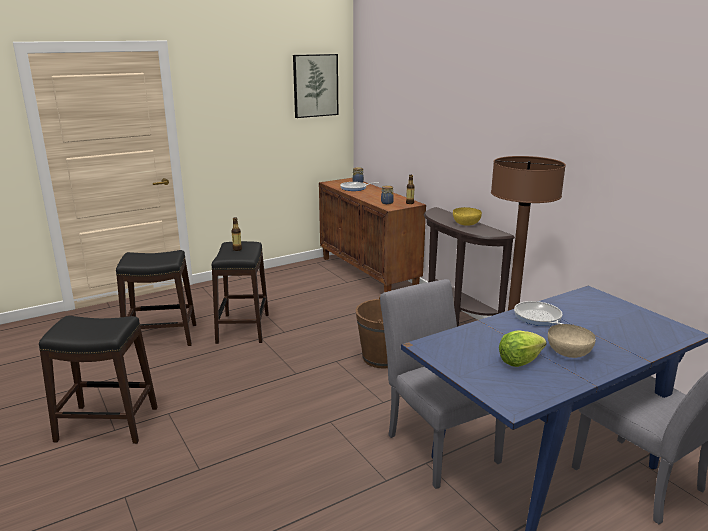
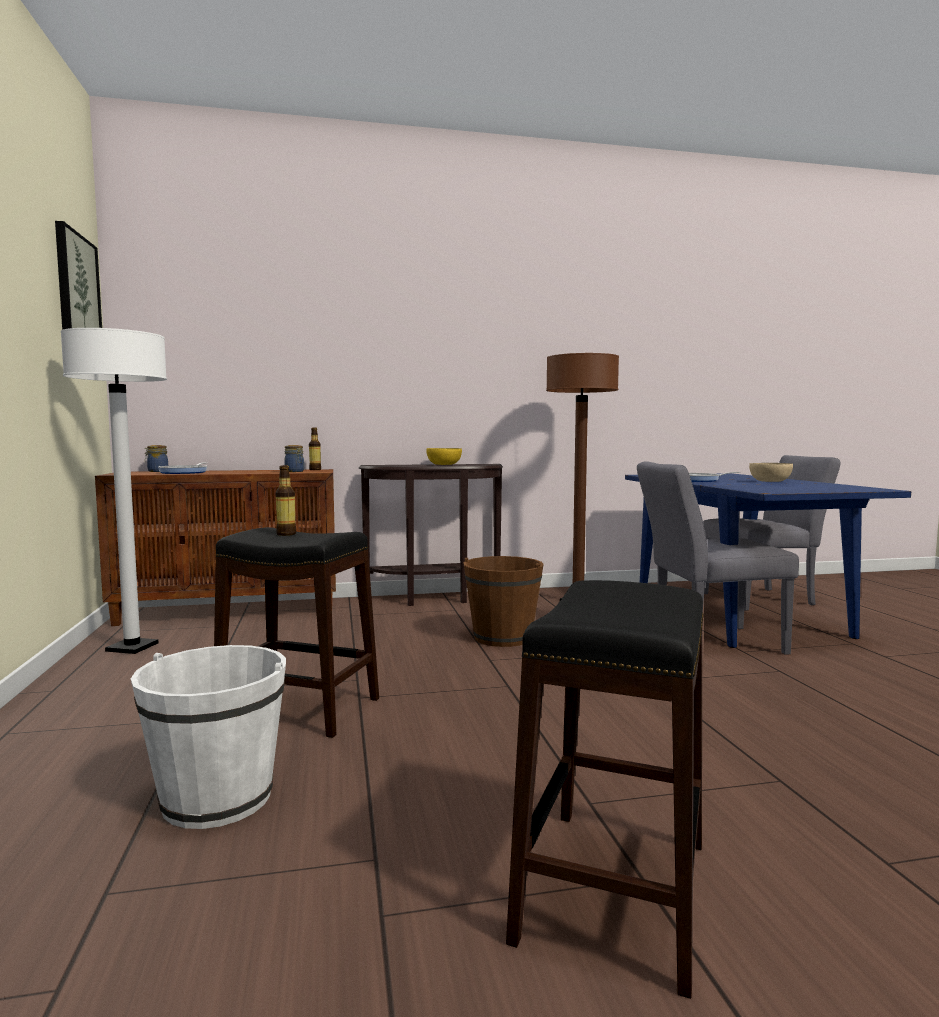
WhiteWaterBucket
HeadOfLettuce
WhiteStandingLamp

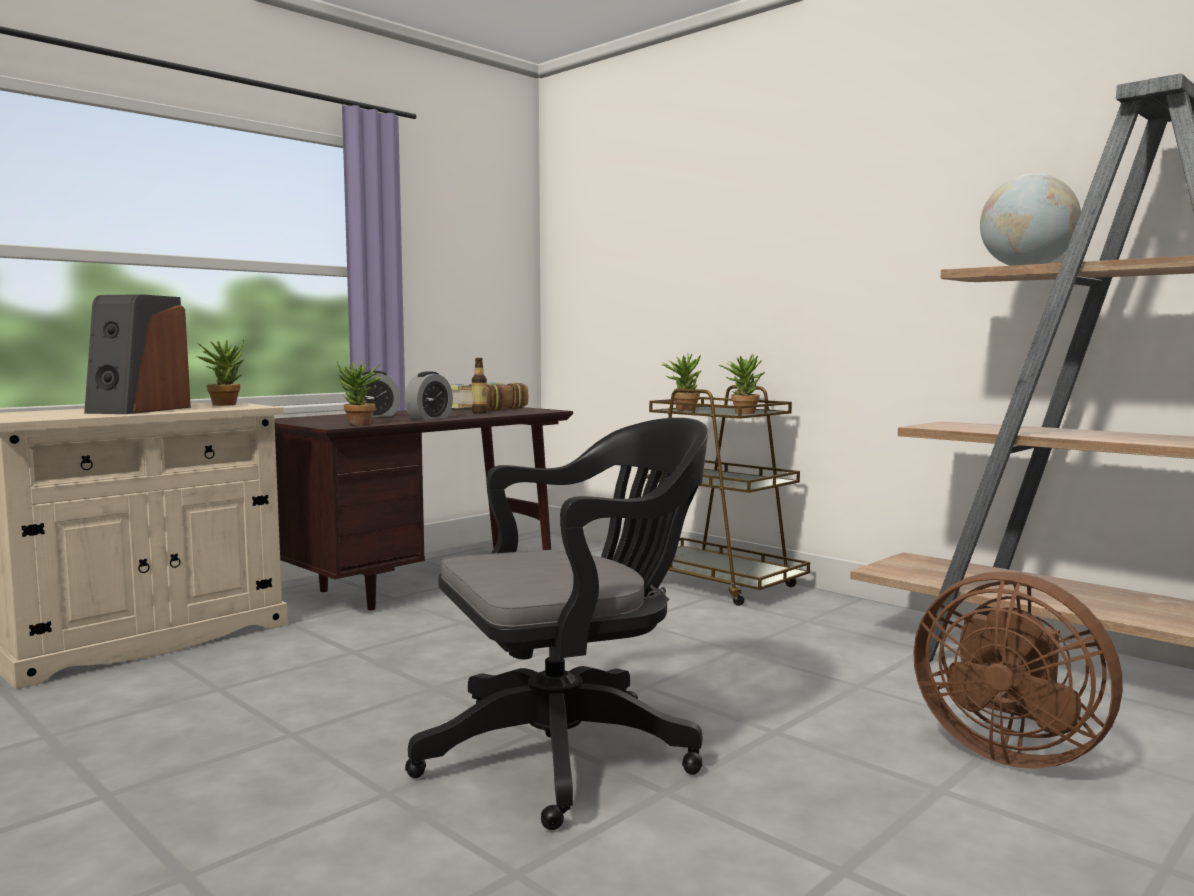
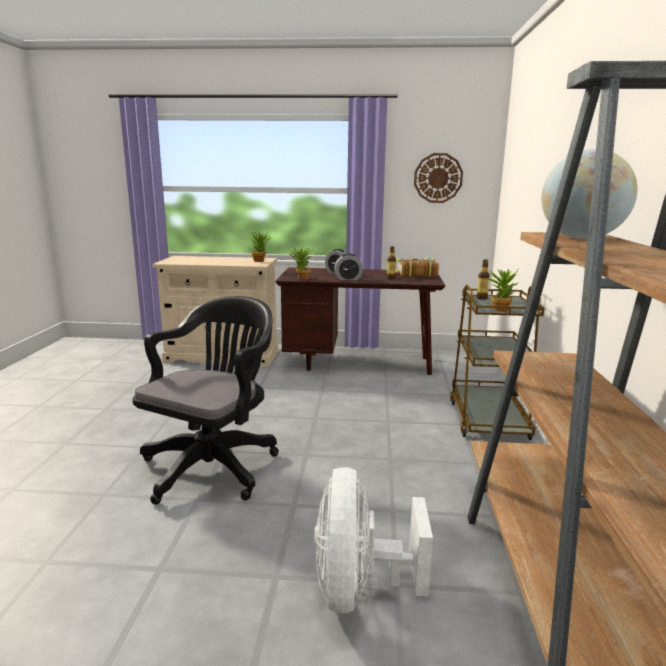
AudioSpeaker
Bottle (no. 2 from left)
BlackishOfficeChair
WhiteFan
WallClock

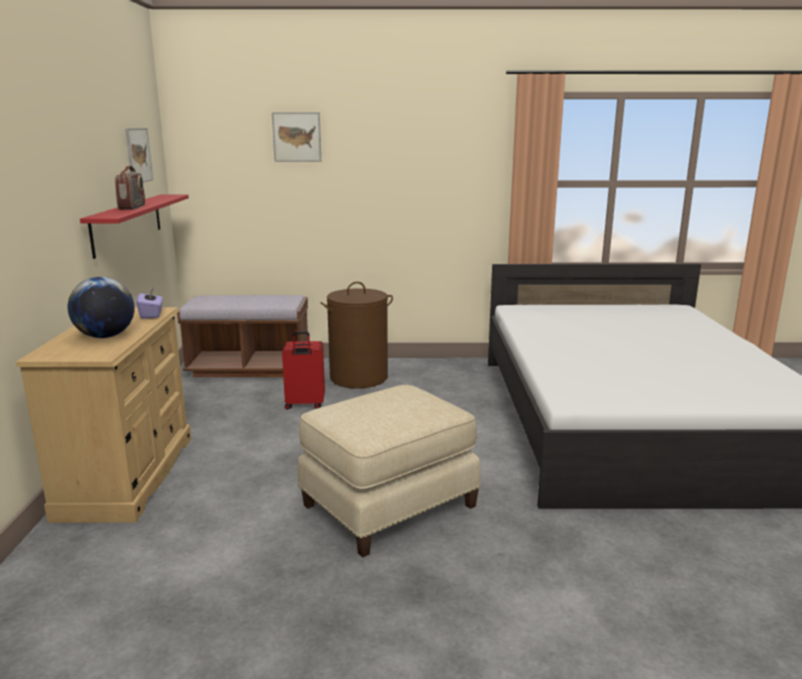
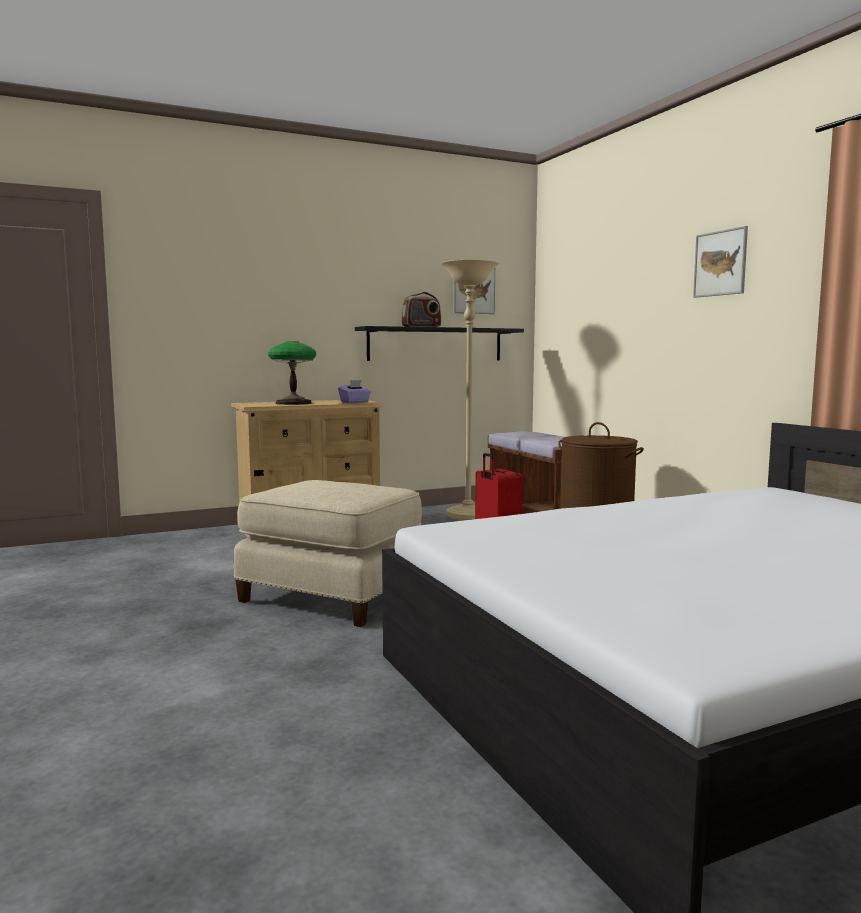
Picture (no. 2 from left)
BlackishBracketShelf
LampForATable
BeigeStandingLamp

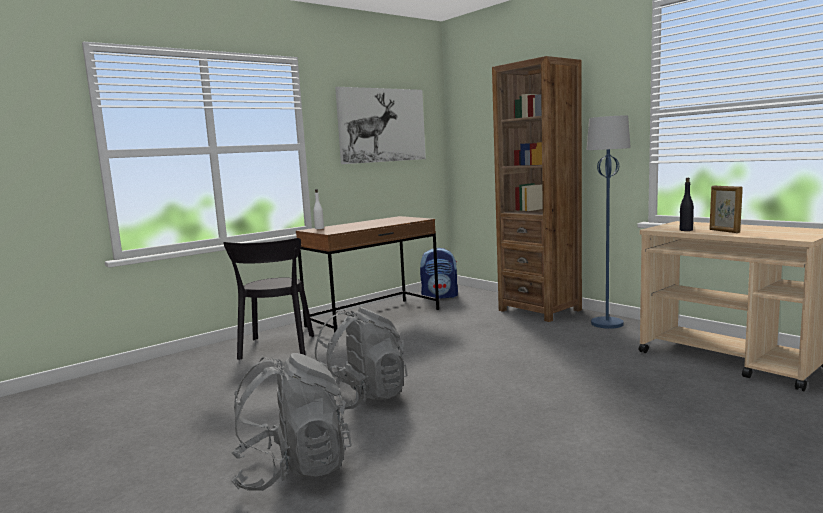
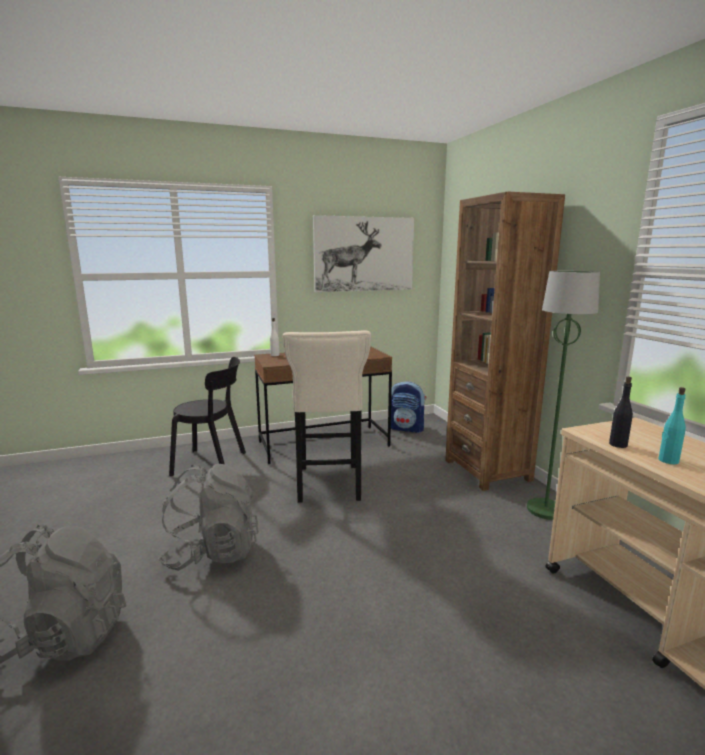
GreenColouredStandingLamp
TurquoiseBottle
BlackishPlainChair
BeigeStool

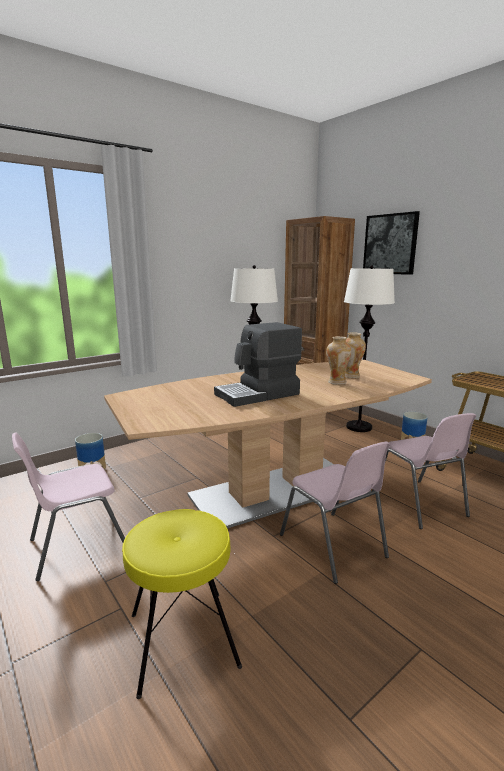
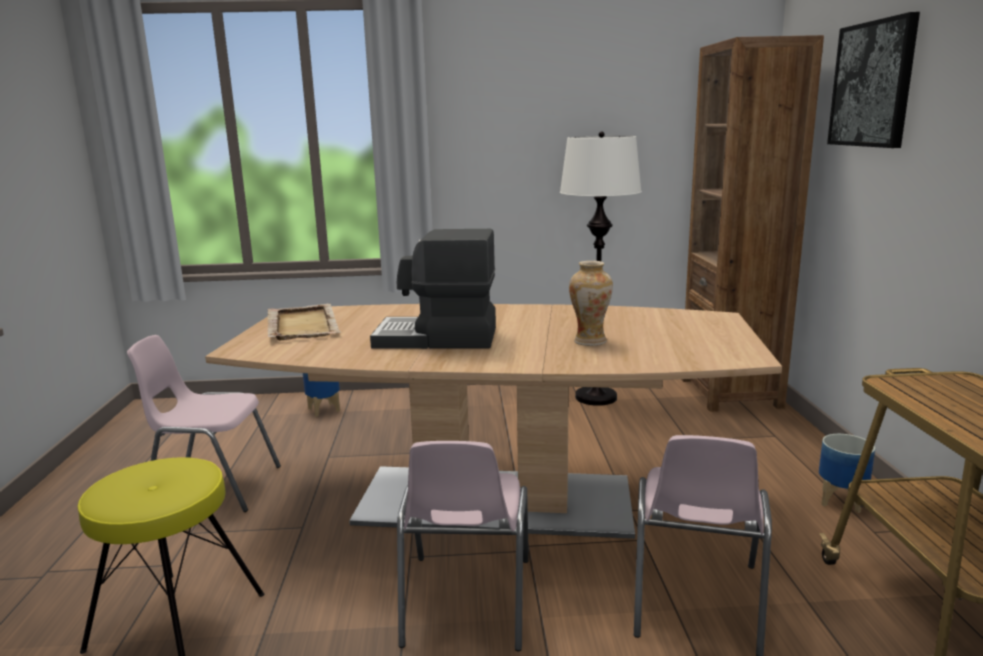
WhiteStandingLamp (no. 2 from left in the first image)
Vase (no. 2 from left in the first image)
BeigeCarryingTray

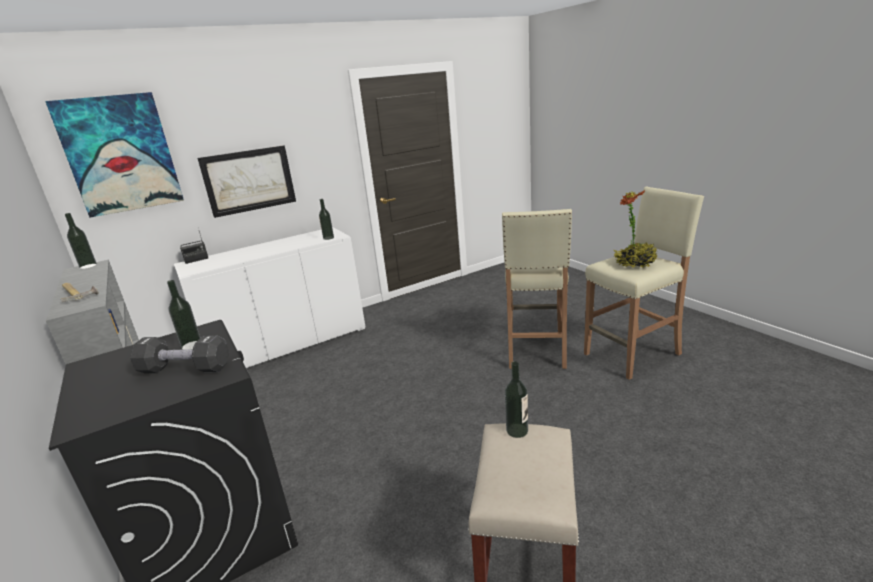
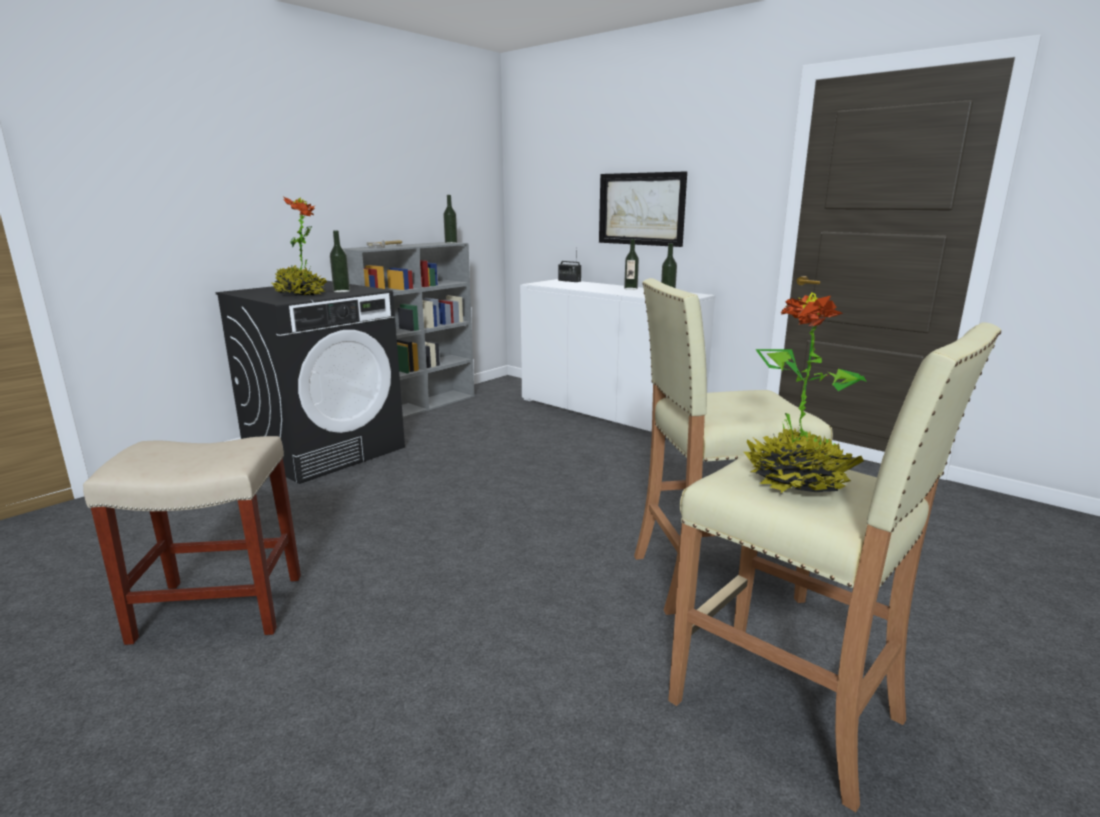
Picture (no. 1 from left in the first image)
Houseplant (no. 1 from left)
Bottle (no. 3 from left)

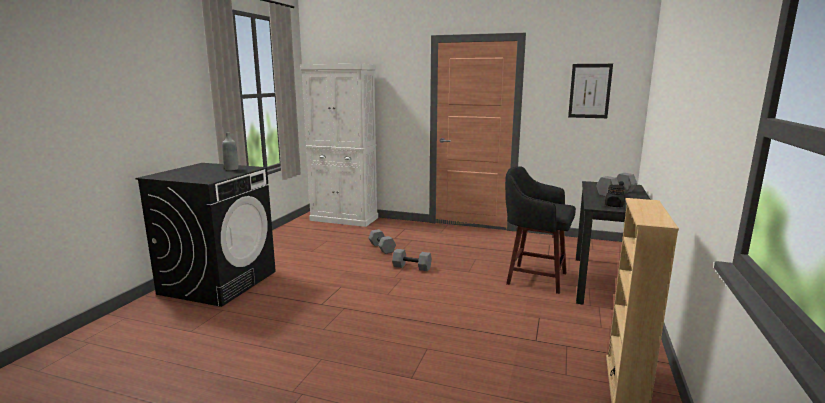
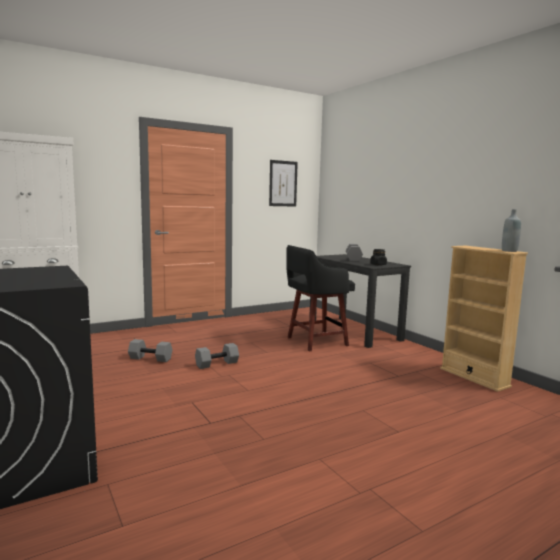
GreyishBottle

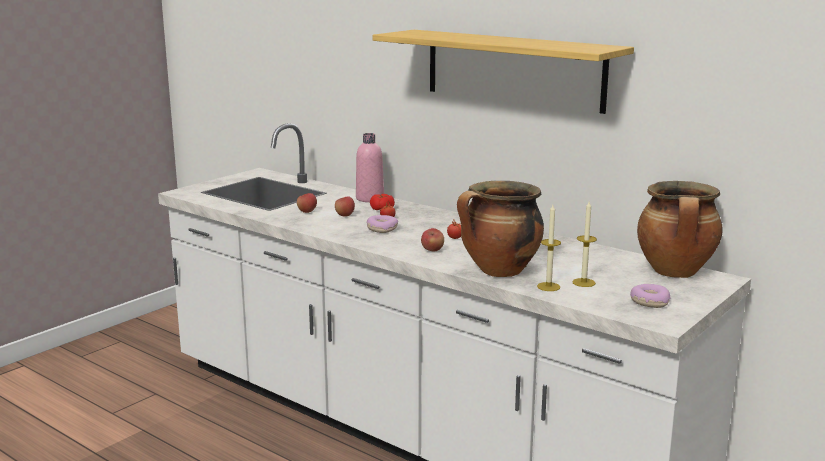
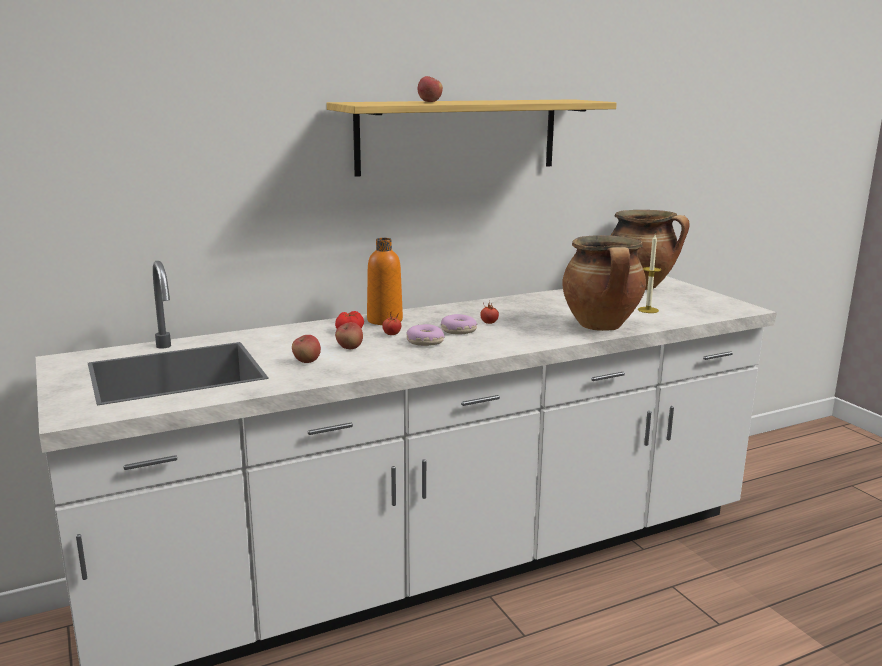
PinkBottle
Candle (no. 1 from left in the first image)
Apple (no. 3 from left)
Donut (no. 2 from left)
OrangeColouredBottle

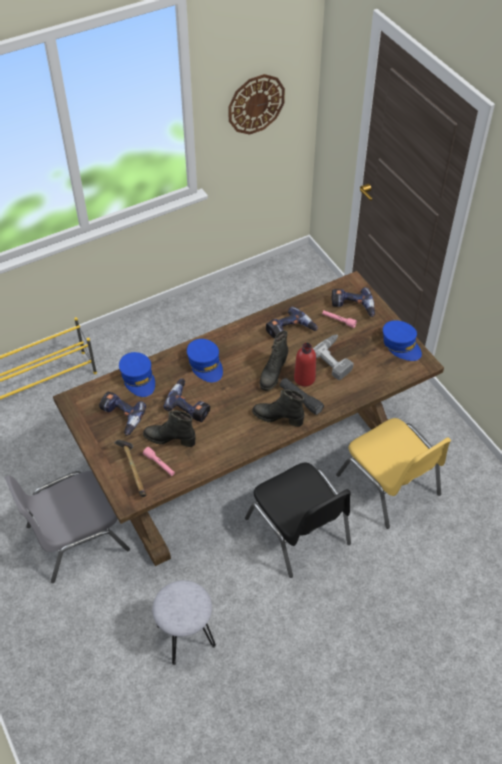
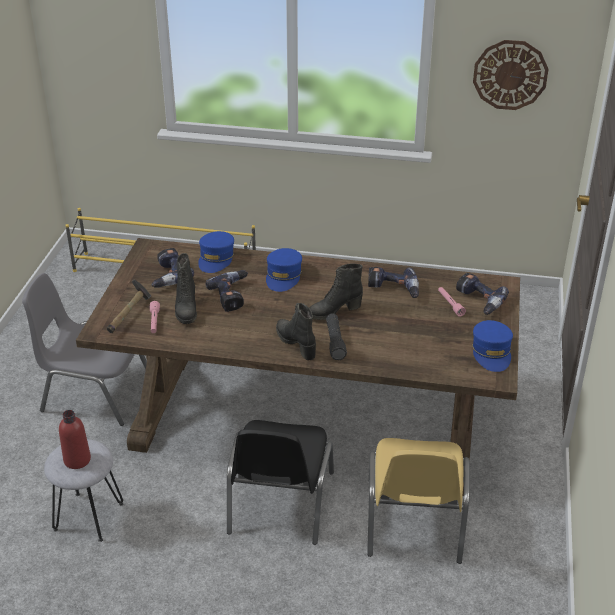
PowerDrill (no. 4 from left in the first image)
RedBottle
BlackishHighTopBoot (no. 1 from left)

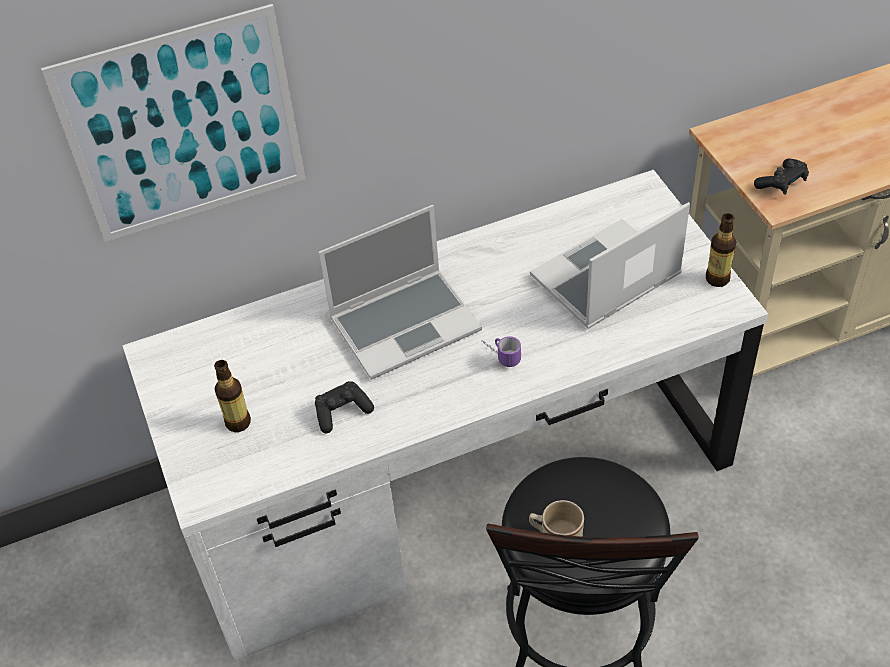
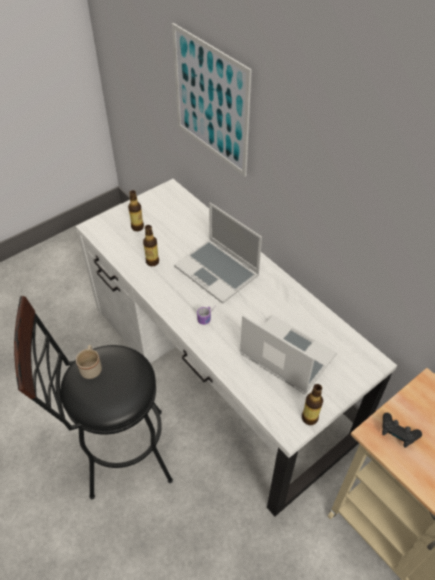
Bottle (no. 2 from left)

